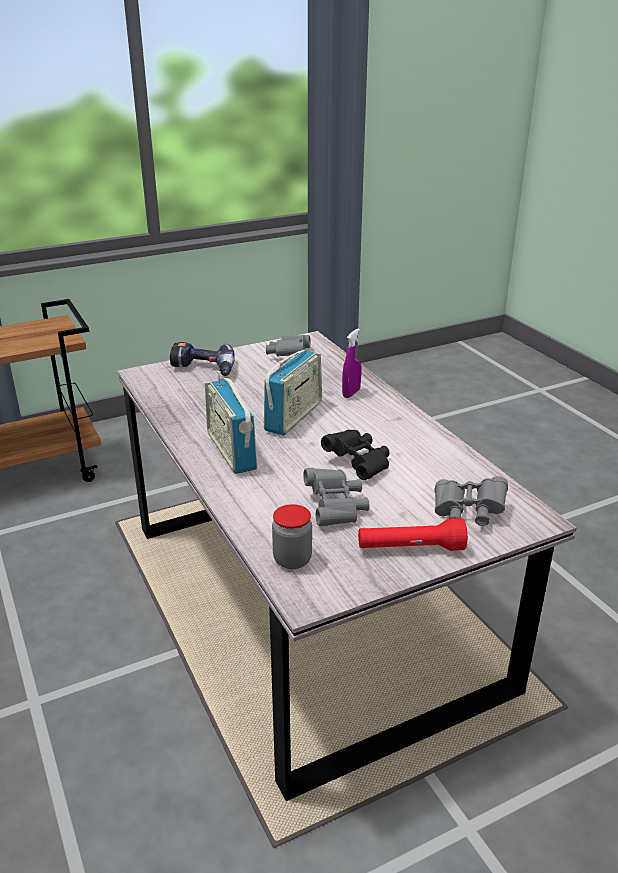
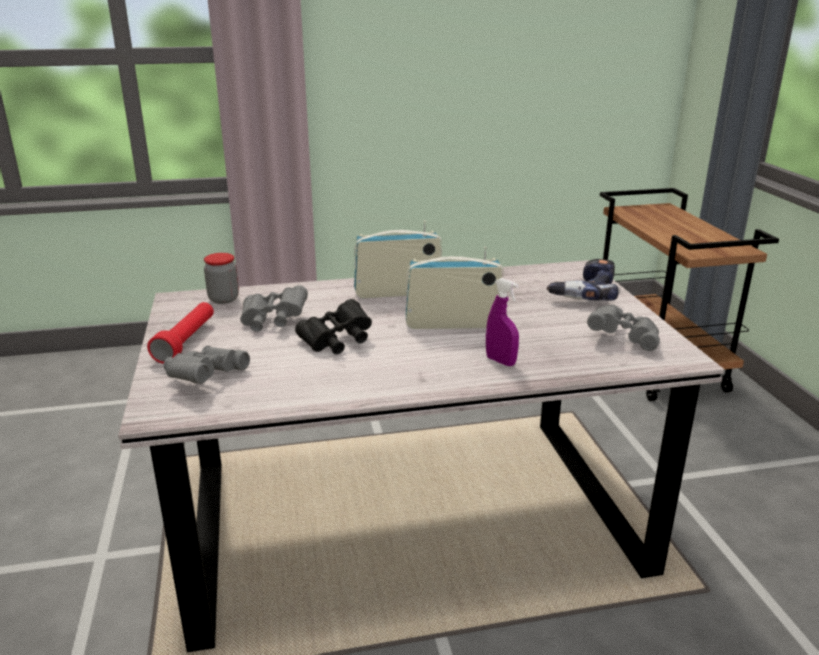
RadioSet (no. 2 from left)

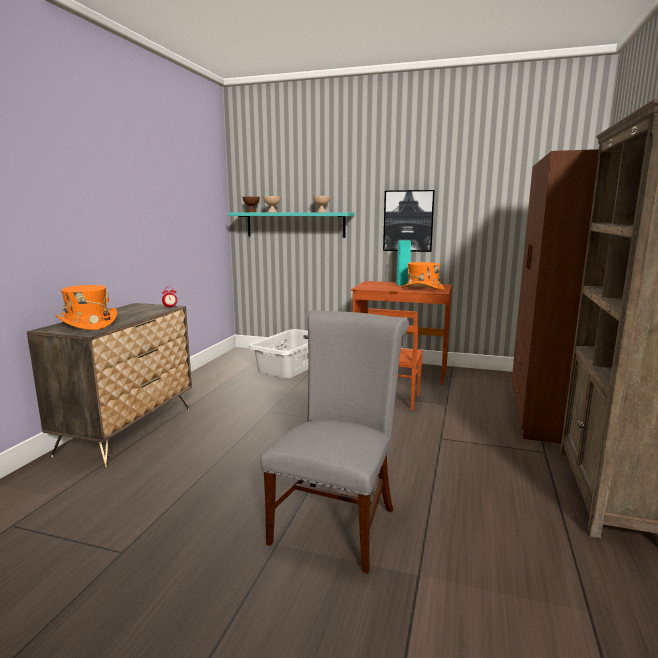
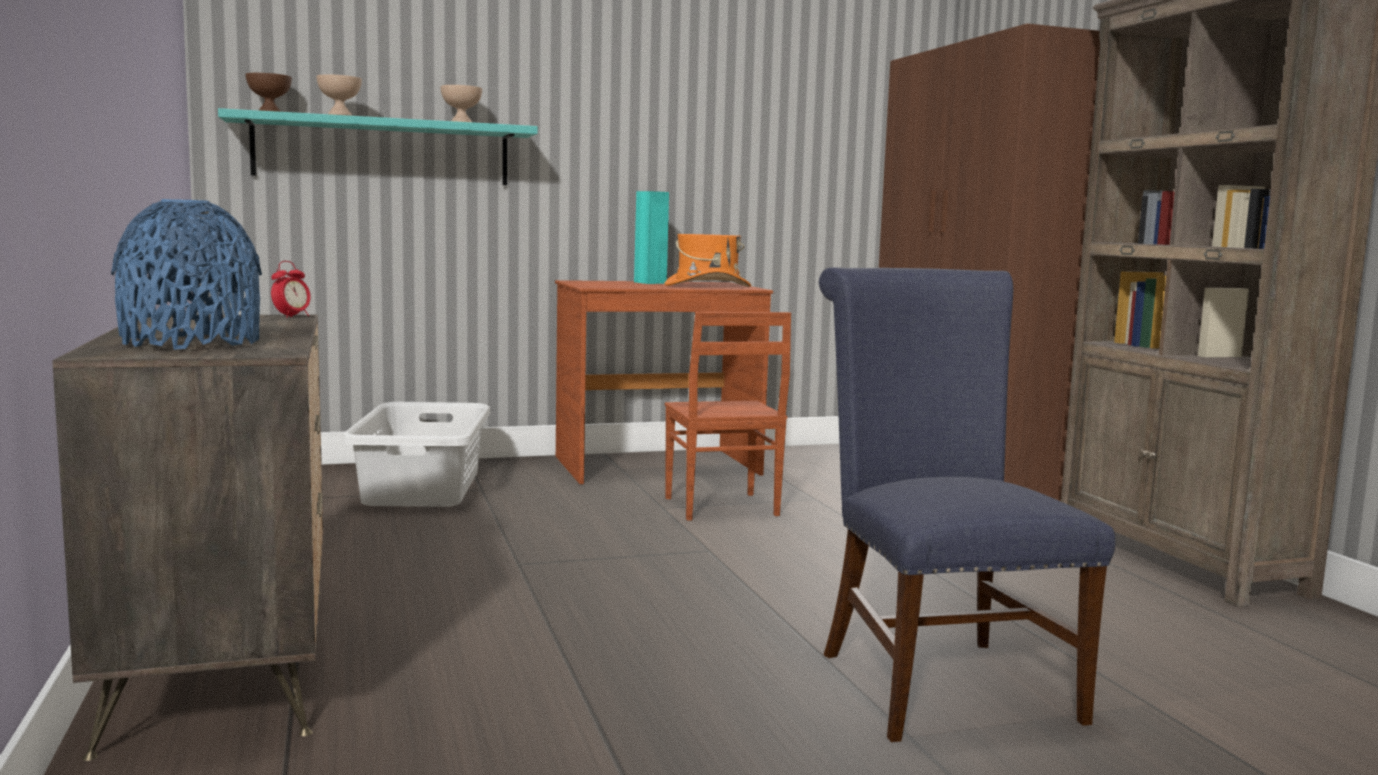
Picture
BlueColouredVase
BlueColouredPlainChair

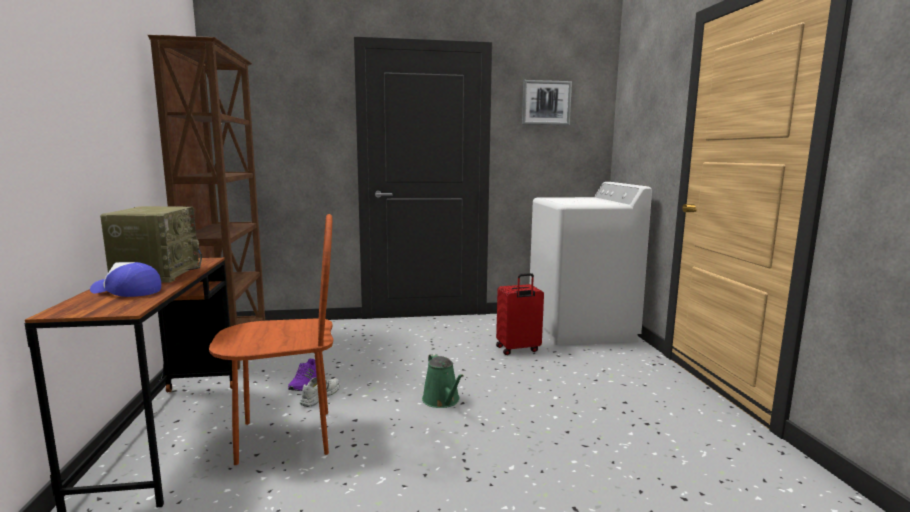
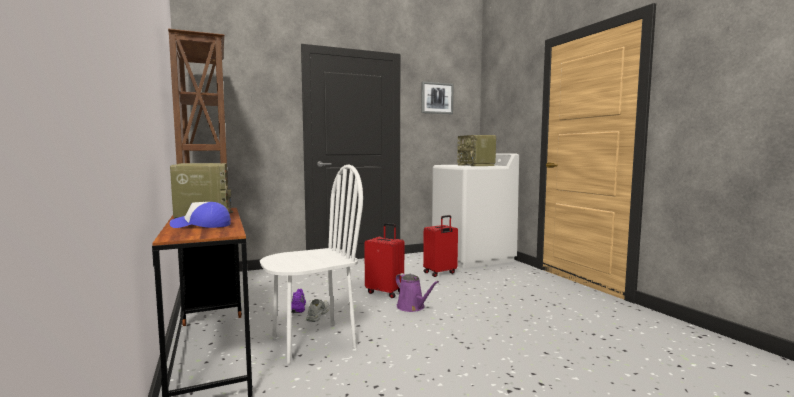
WhitePlainChair
PurplishSprinklingCan
RadioSet (no. 2 from left)
RedPieceOfLuggage (no. 1 from left)

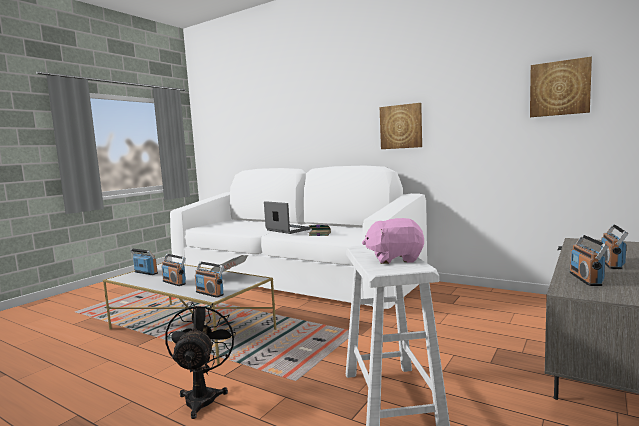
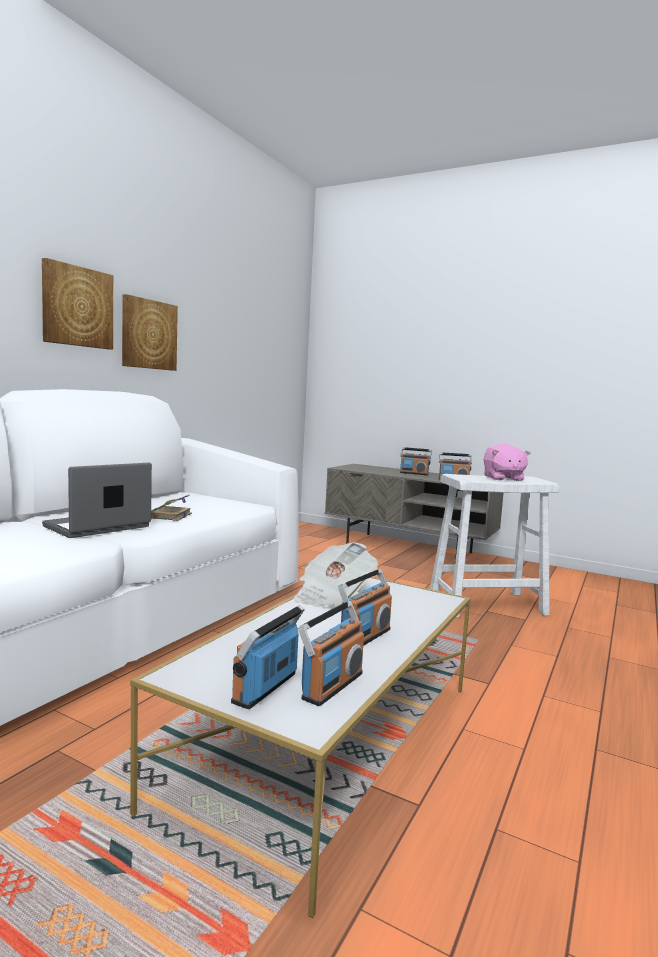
Picture (no. 1 from left)
RadioSet (no. 2 from left)
BlackishFan

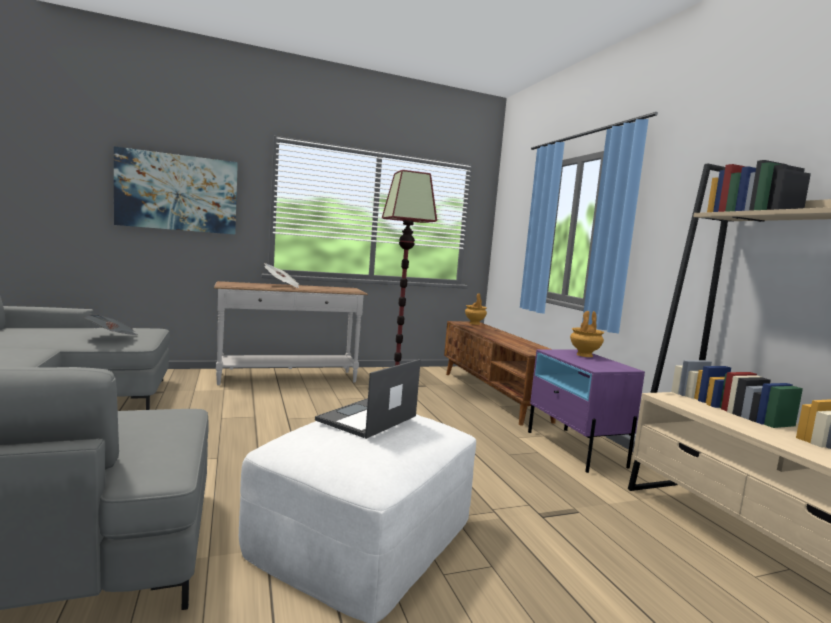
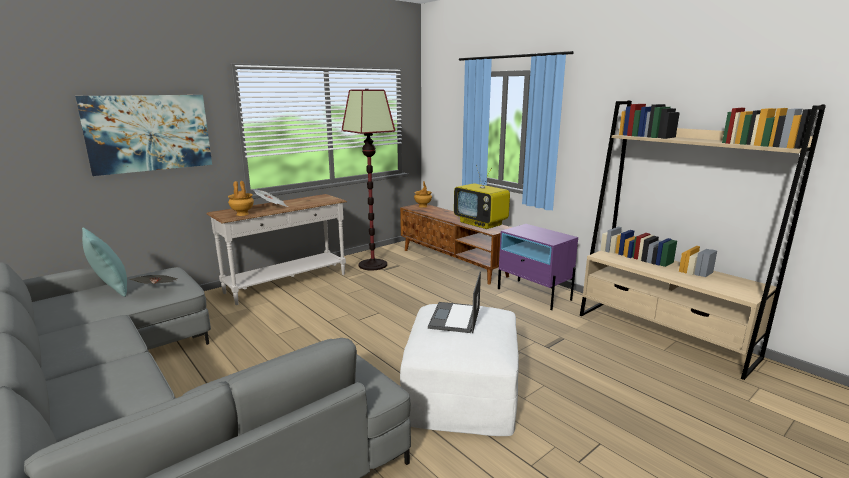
BrownVase (no. 1 from left)
Television
TurquoiseThrowPillow

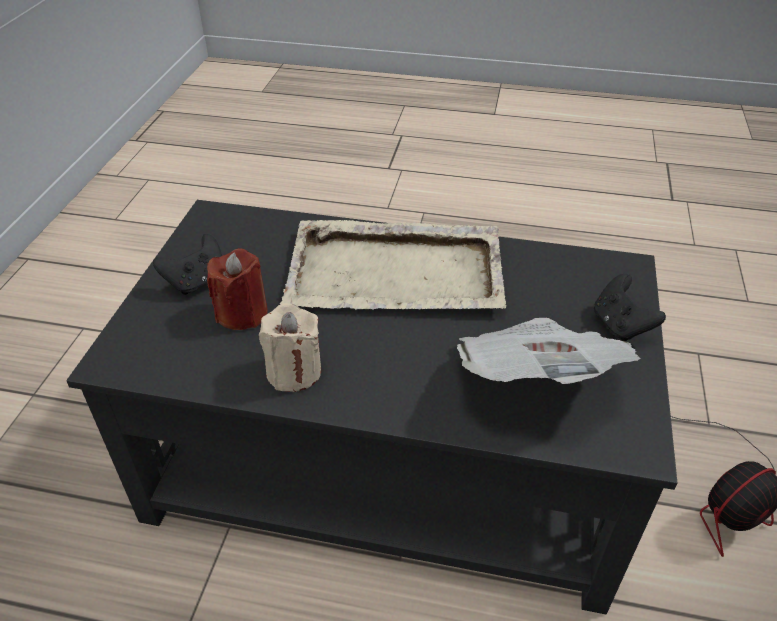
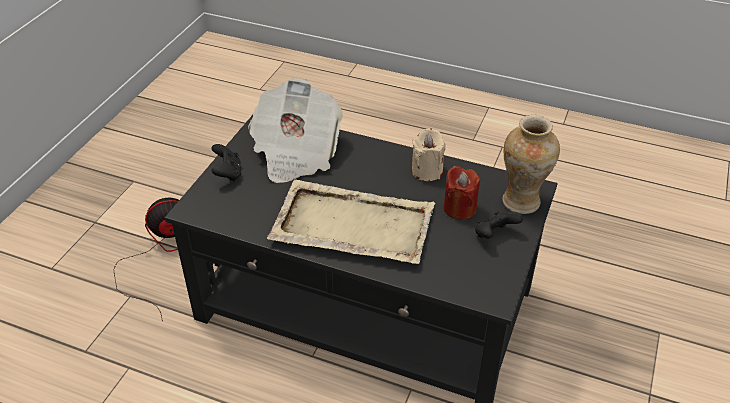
Vase

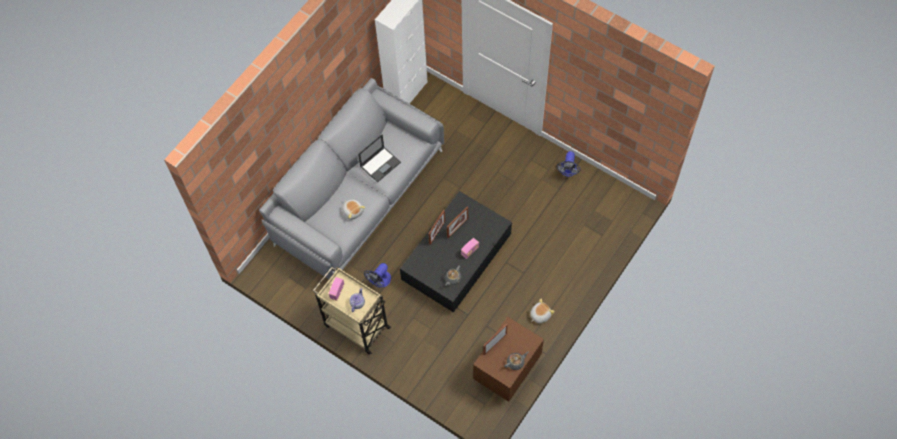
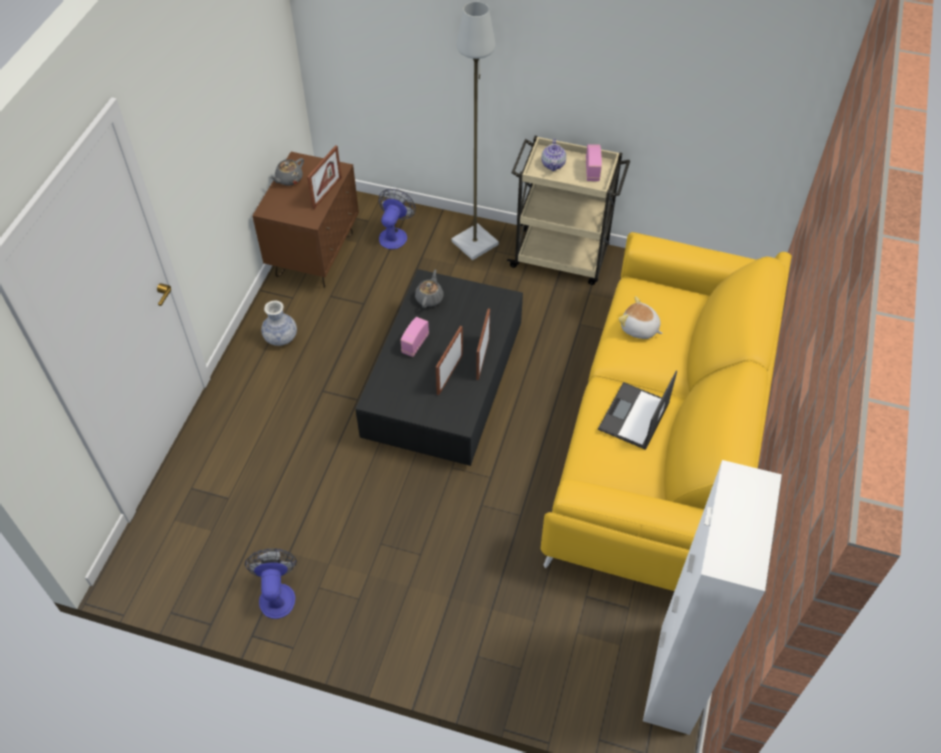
YellowSettee
Fan (no. 2 from left)
Vase
GreyishStandingLamp

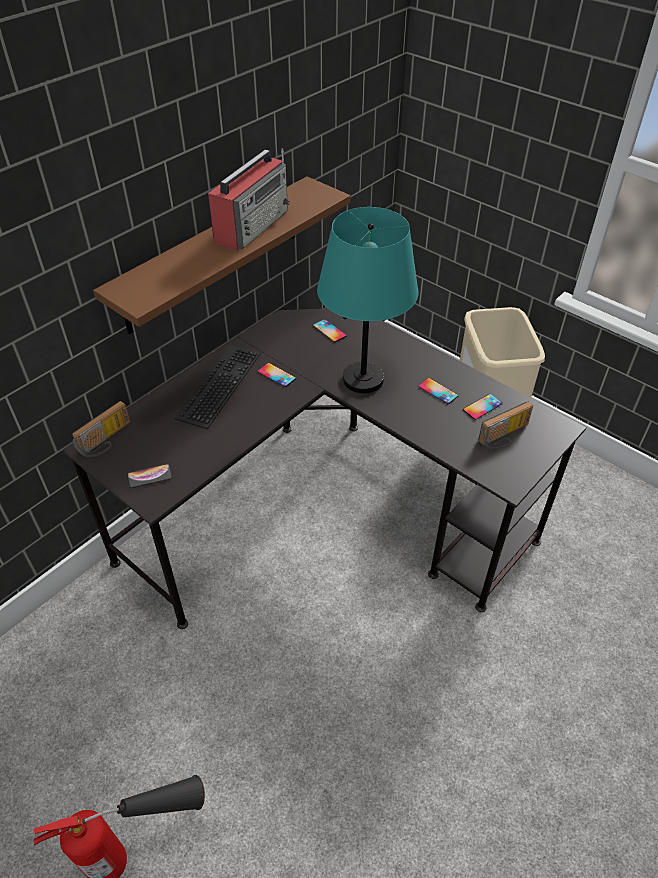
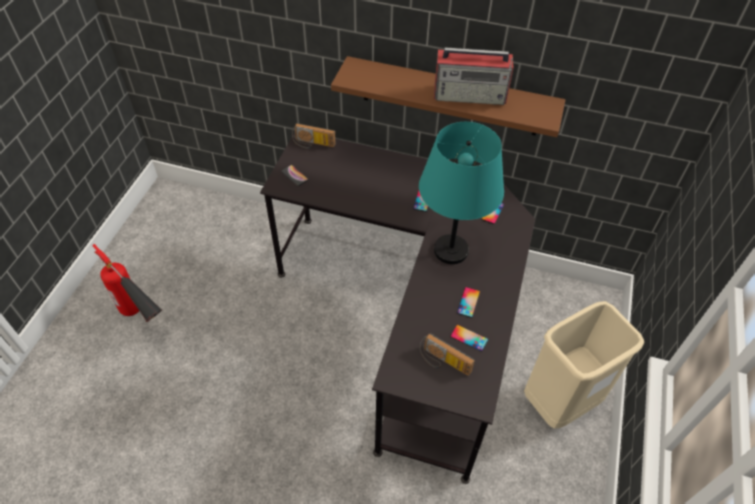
PcKeyboard

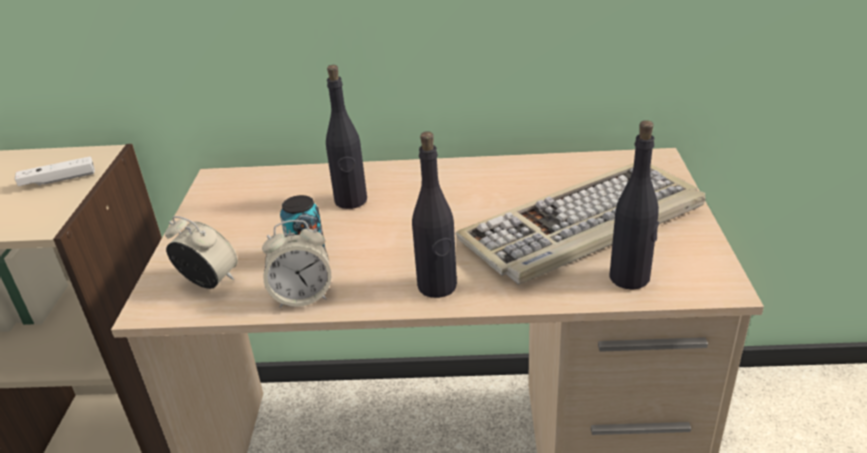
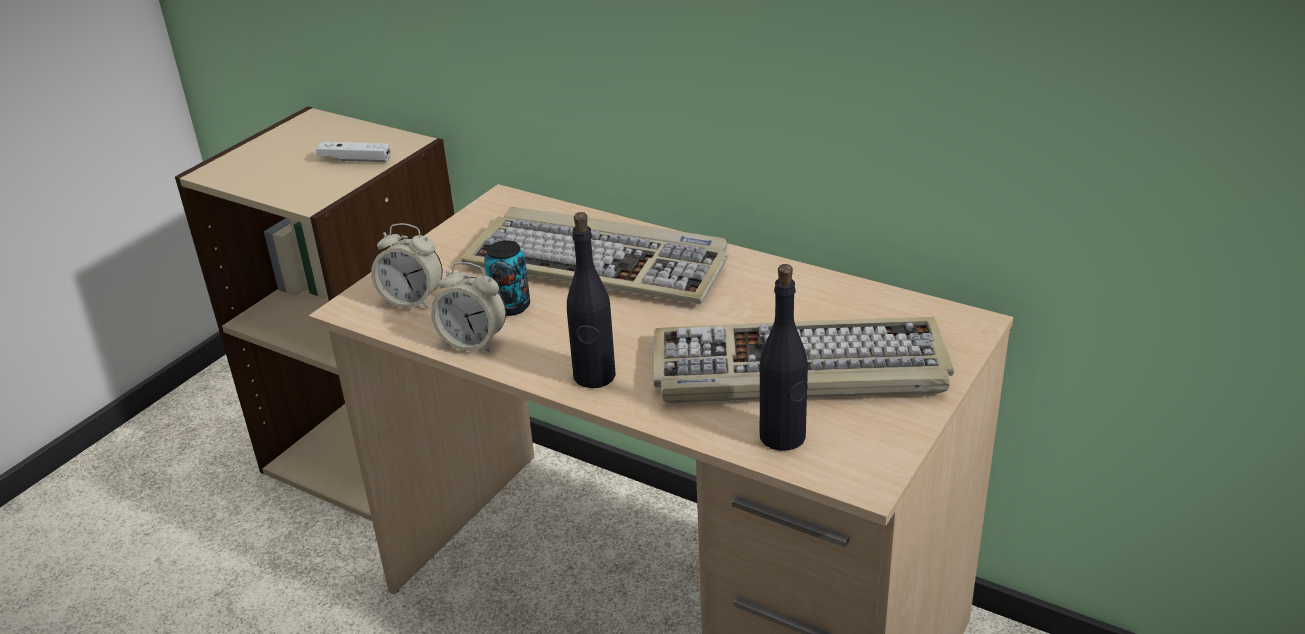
PcKeyboard (no. 1 from left)
TableClock (no. 1 from left)

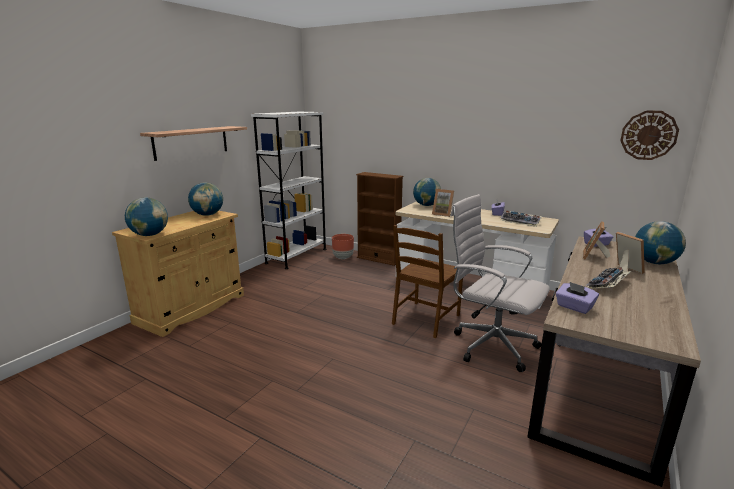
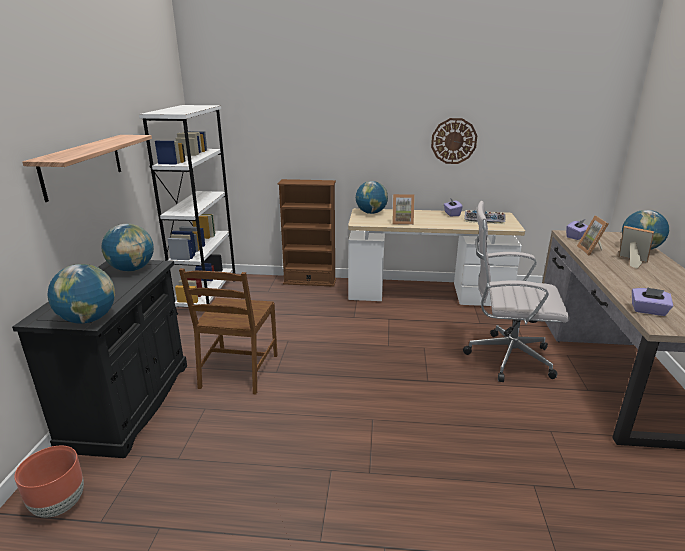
WallClock
BlackishCupboard
BrownPlainChair
BrownPlantPot
PcKeyboard (no. 2 from left in the first image)

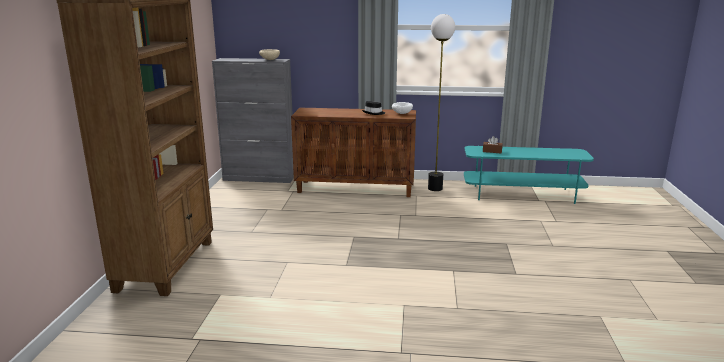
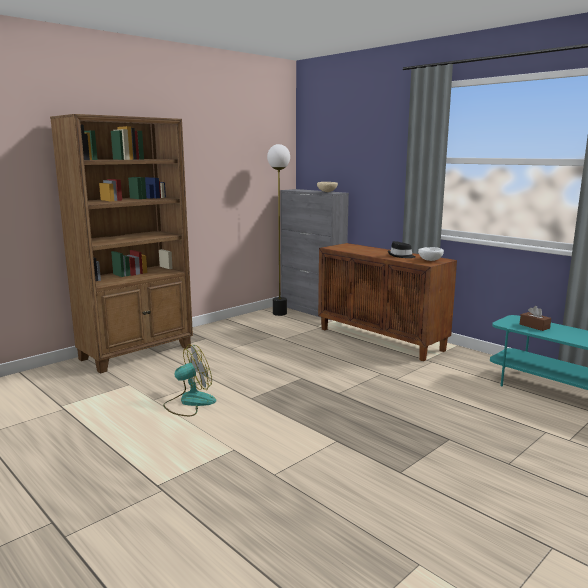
StandingLamp
Fan

